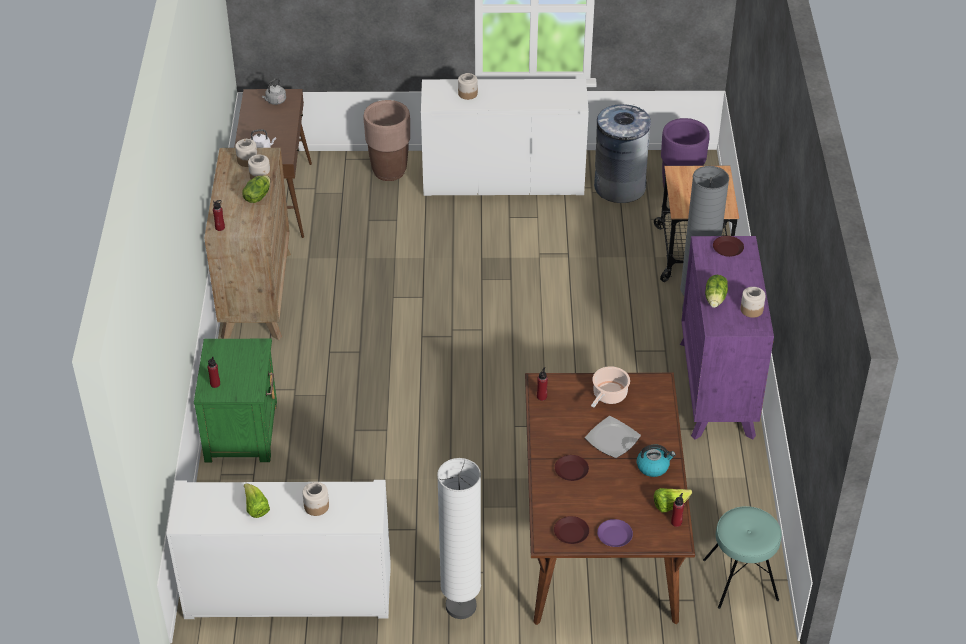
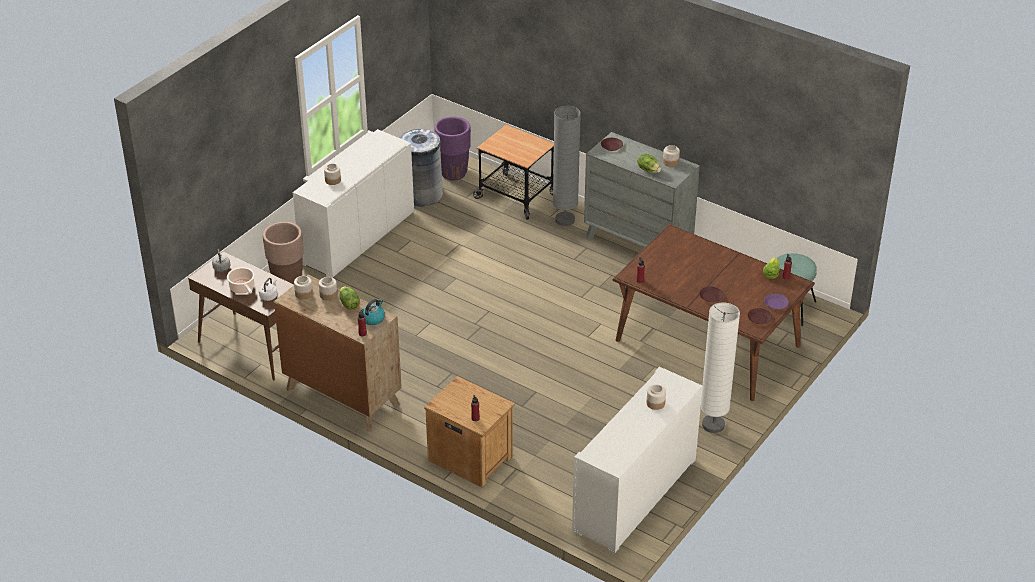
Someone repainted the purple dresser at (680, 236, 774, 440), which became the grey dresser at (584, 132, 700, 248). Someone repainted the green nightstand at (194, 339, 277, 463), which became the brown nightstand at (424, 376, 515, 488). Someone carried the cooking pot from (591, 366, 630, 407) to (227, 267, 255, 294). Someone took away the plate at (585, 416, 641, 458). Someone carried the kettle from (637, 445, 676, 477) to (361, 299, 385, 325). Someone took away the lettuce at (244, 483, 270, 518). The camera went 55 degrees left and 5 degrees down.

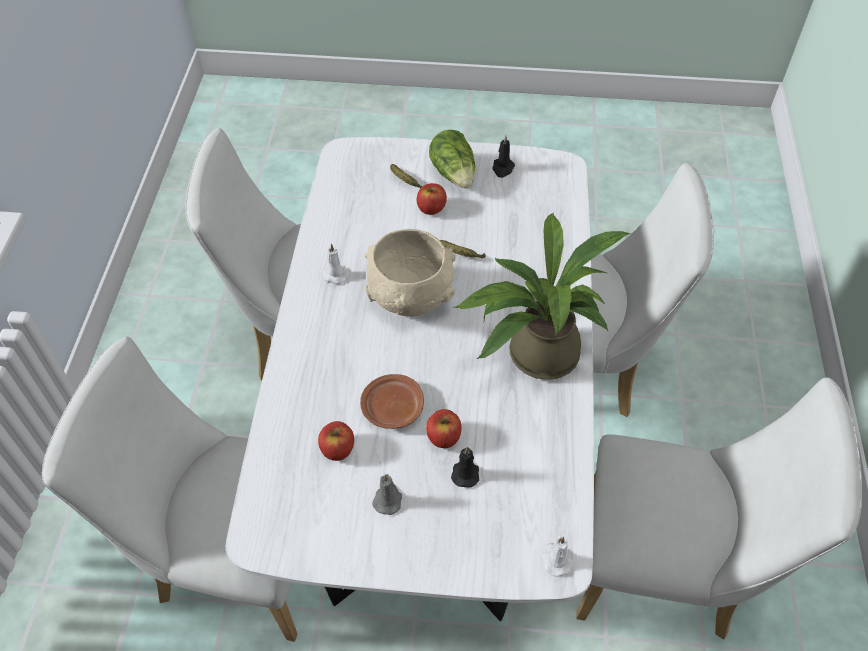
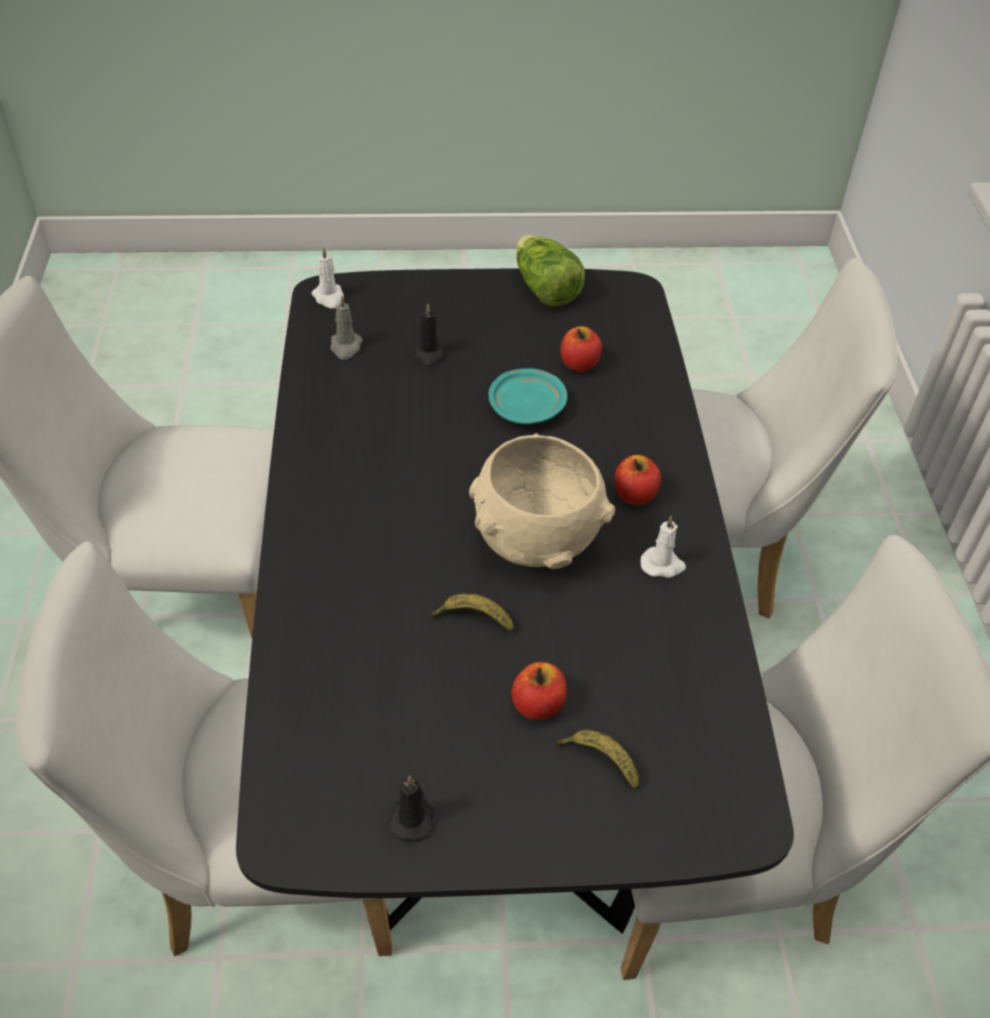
Someone carried the lettuce from (429, 129, 475, 189) to (516, 235, 585, 306). Someone repainted the white dining table at (226, 137, 594, 622), which became the black dining table at (236, 268, 794, 936). Someone took away the potted plant at (454, 213, 630, 380). Someone repainted the brown plate at (360, 374, 424, 429), which became the turquoise plate at (488, 368, 567, 424). Someone carried the apple from (426, 409, 462, 448) to (615, 455, 661, 505). Someone carried the grey candle from (372, 474, 402, 515) to (331, 296, 363, 360). The camera went 170 degrees right and 5 degrees down.

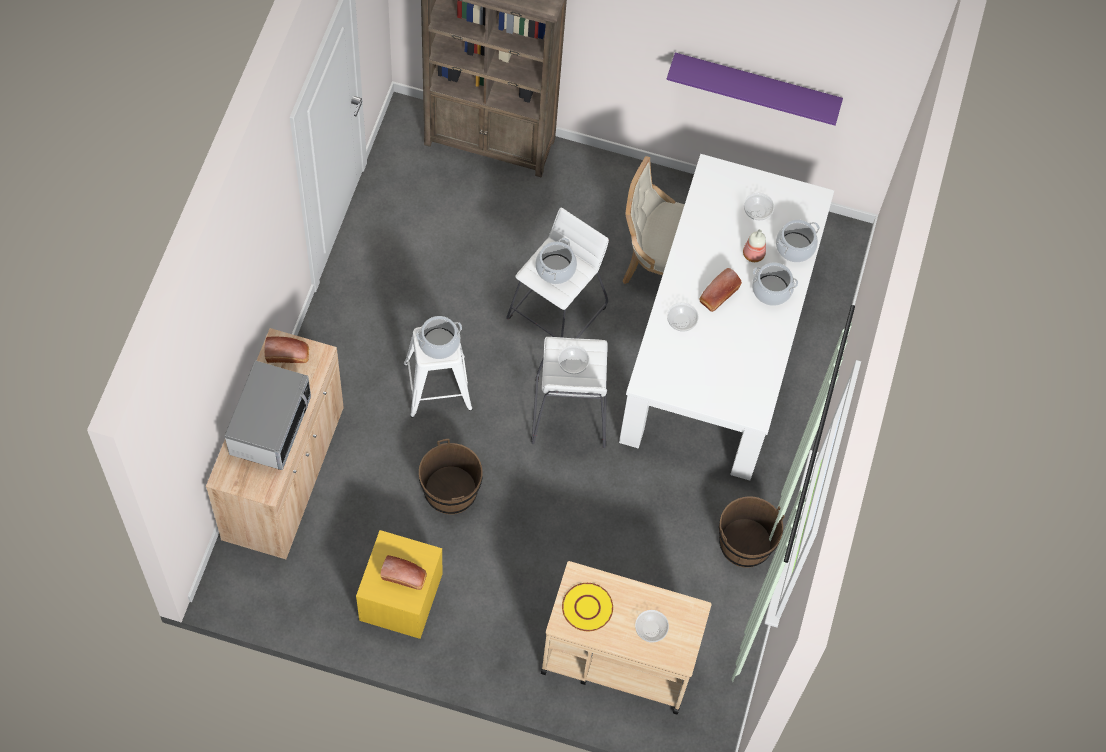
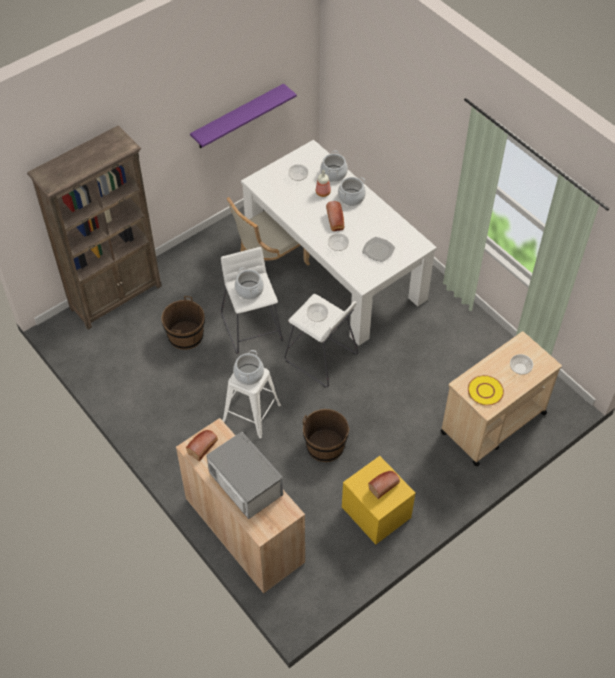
Someone carried the brown bucket from (719, 496, 785, 568) to (161, 296, 205, 350). Someone put down the plate at (362, 237, 395, 262). The camera went 50 degrees left and 10 degrees down.

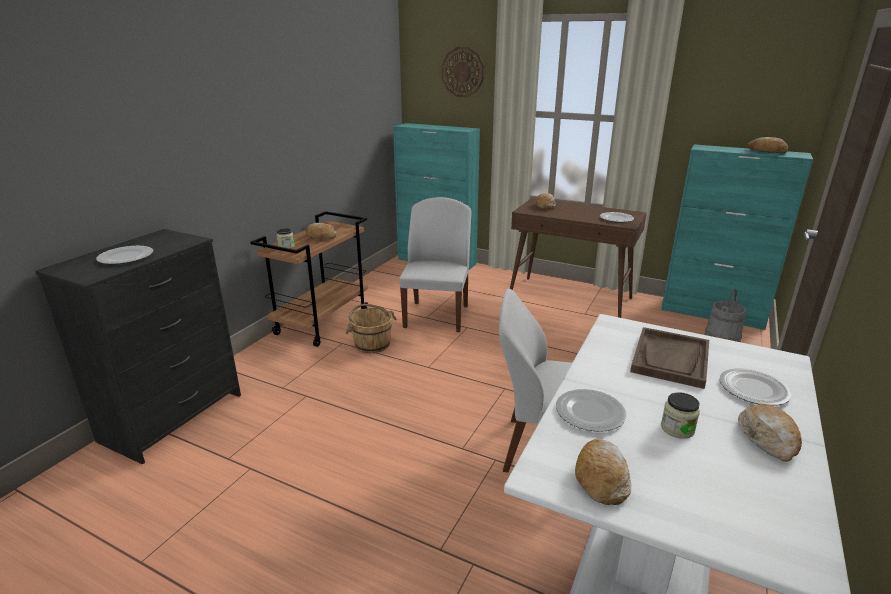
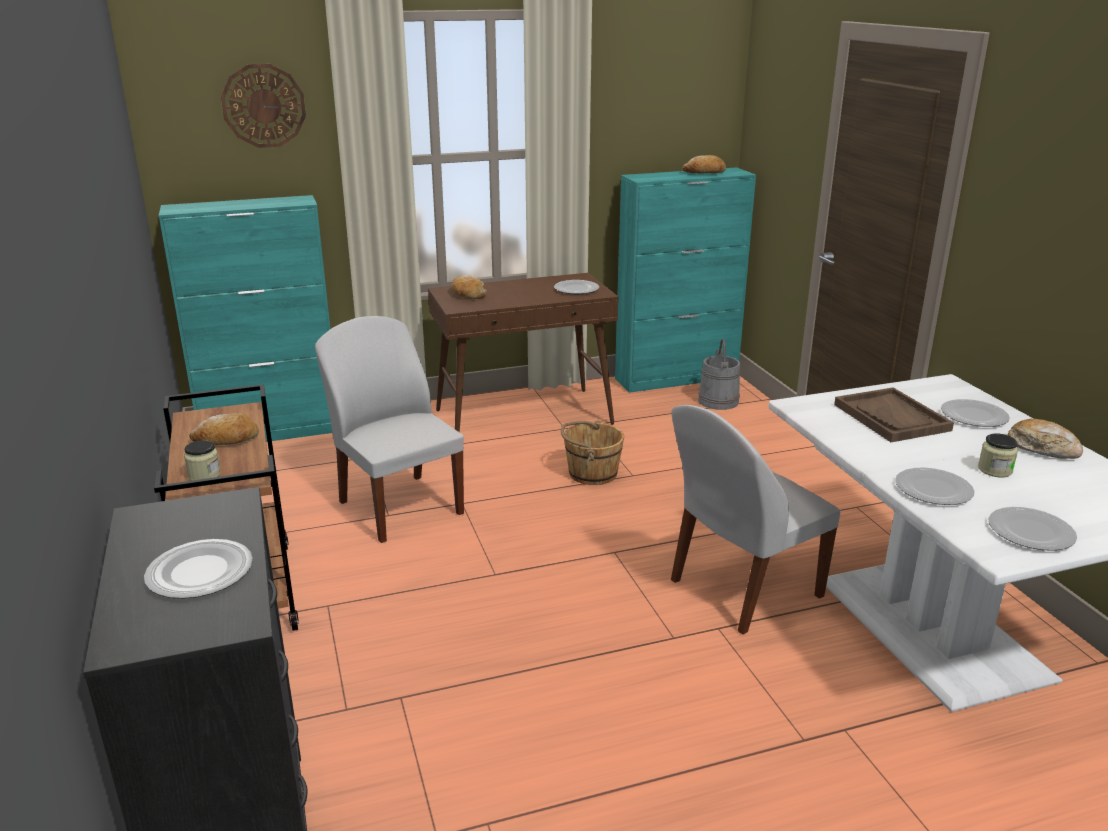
Someone carried the brown bucket from (346, 304, 397, 353) to (561, 420, 624, 485). Someone swapped the bread at (575, 438, 631, 505) for the plate at (988, 507, 1077, 551). The camera went 45 degrees left and 0 degrees up.

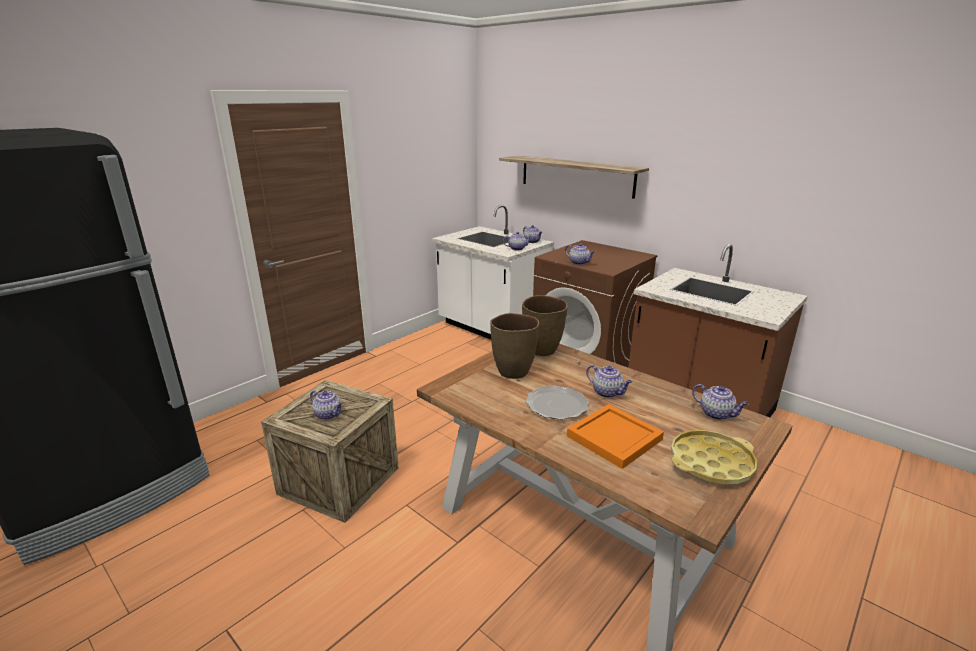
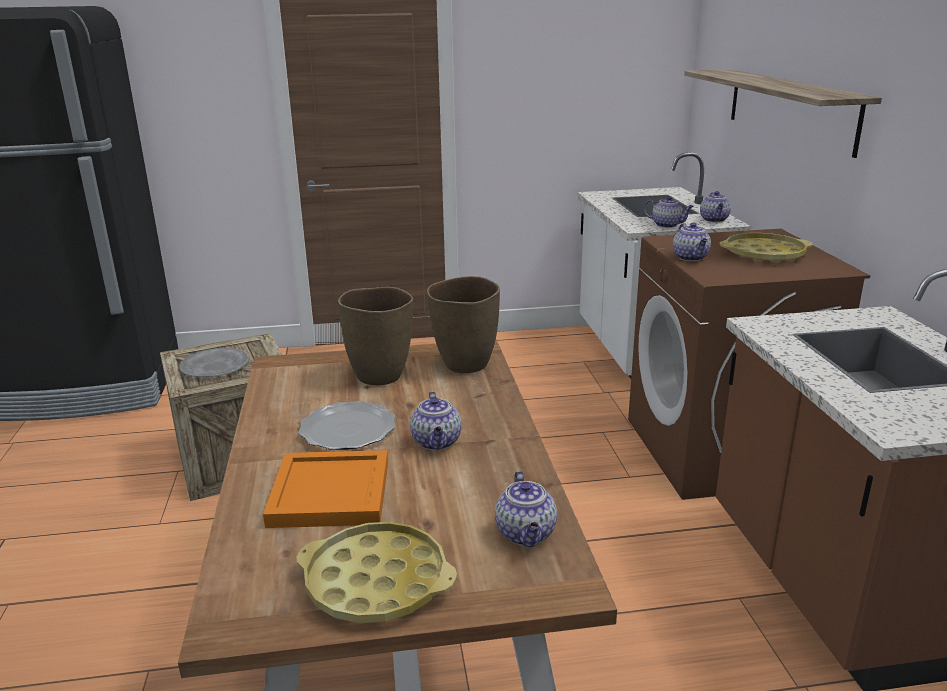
Someone swapped the teapot at (310, 390, 343, 420) for the grey plate at (179, 348, 249, 377). Someone put down the yellow tray at (720, 233, 813, 263). The camera went 40 degrees right and 0 degrees up.

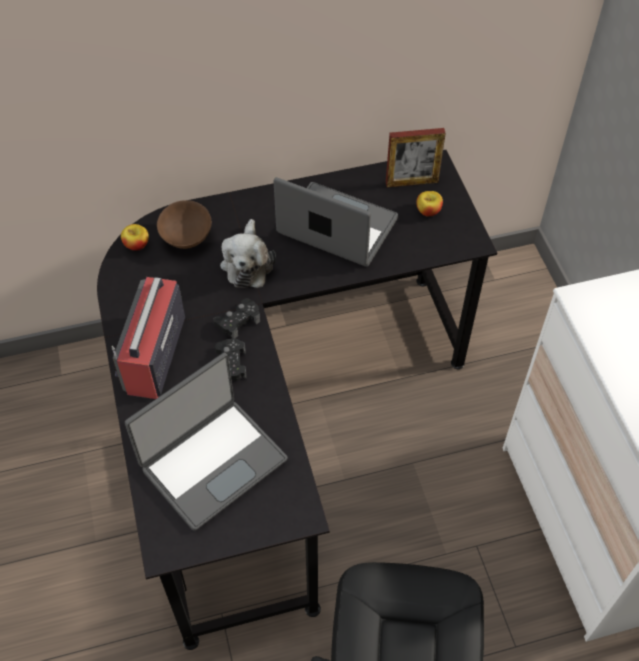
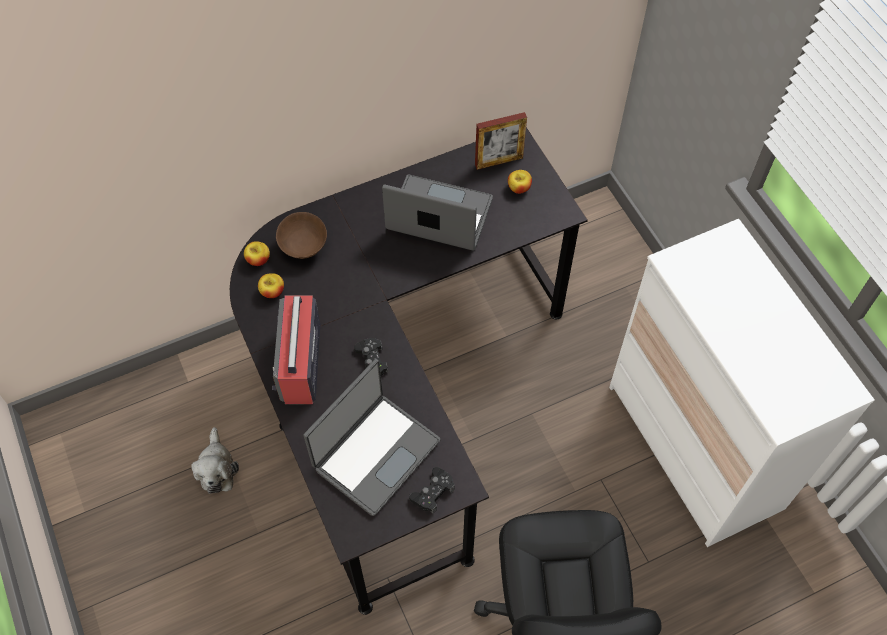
Someone carried the plush toy from (220, 219, 276, 288) to (191, 427, 239, 494). Someone carried the black game controller from (213, 298, 260, 338) to (409, 467, 455, 514). Someone put down the apple at (258, 273, 284, 298). The camera went 10 degrees left and 5 degrees up.

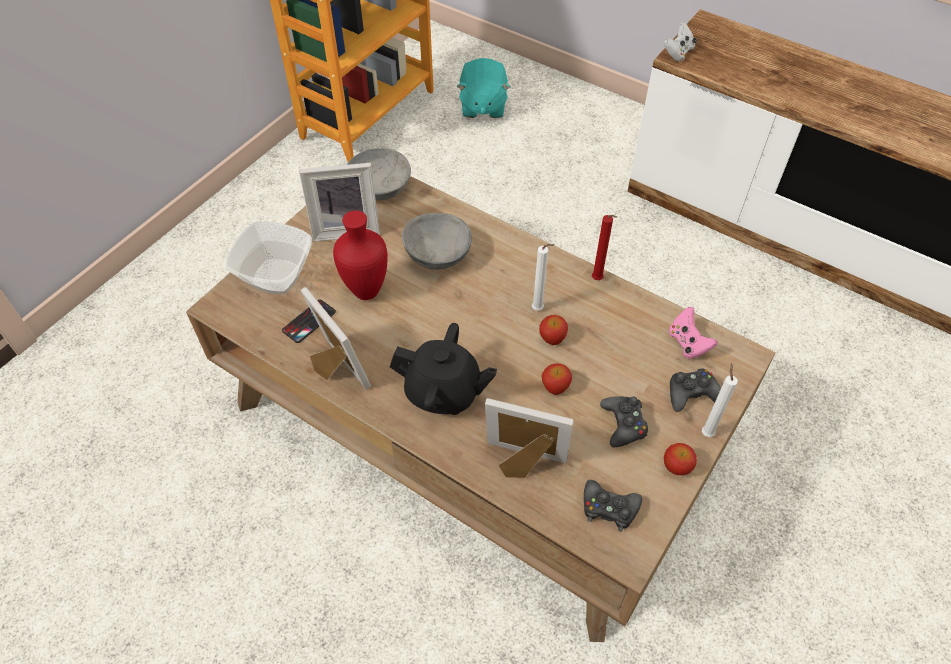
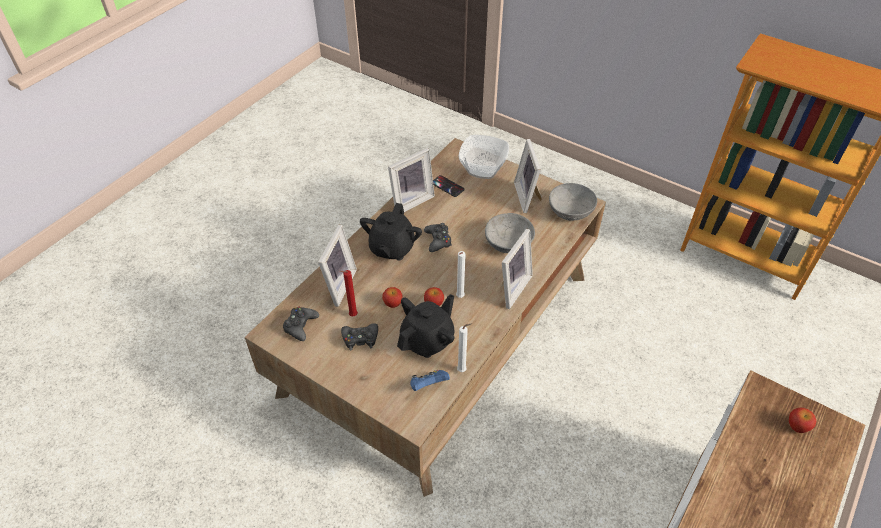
Someone took away the white game controller at (663, 22, 697, 61). Someone took away the turquoise plush toy at (456, 58, 510, 118). Someone took away the red vase at (333, 210, 388, 300). Someone carried the red candle from (592, 215, 617, 280) to (340, 270, 358, 316). Someone repainted the pink game controller at (669, 307, 717, 359), which became the blue game controller at (410, 370, 450, 391). Someone carried the white candle from (702, 363, 738, 437) to (457, 323, 472, 372). Someone carried the black game controller from (670, 369, 721, 412) to (424, 223, 452, 252). Someone carried the apple from (664, 443, 697, 475) to (789, 407, 816, 433). Someone put down the picture frame at (502, 228, 533, 309). Someone put down the black teapot at (397, 294, 455, 358). The camera went 90 degrees right and 5 degrees down.

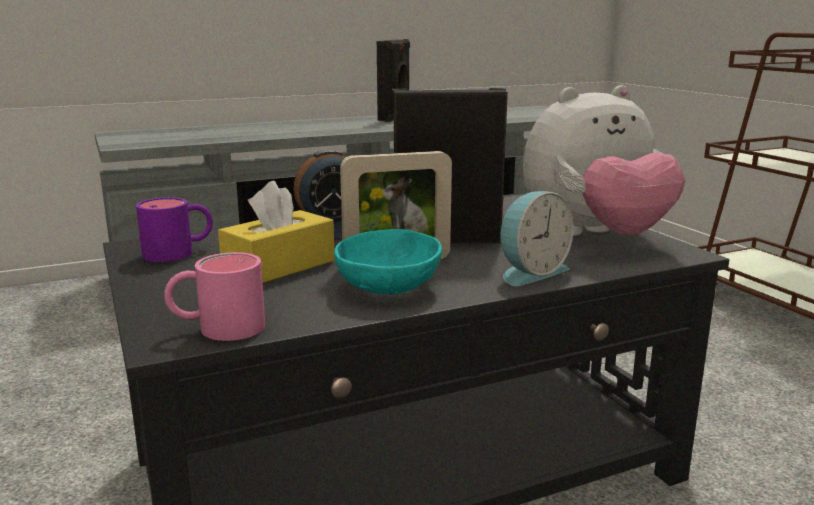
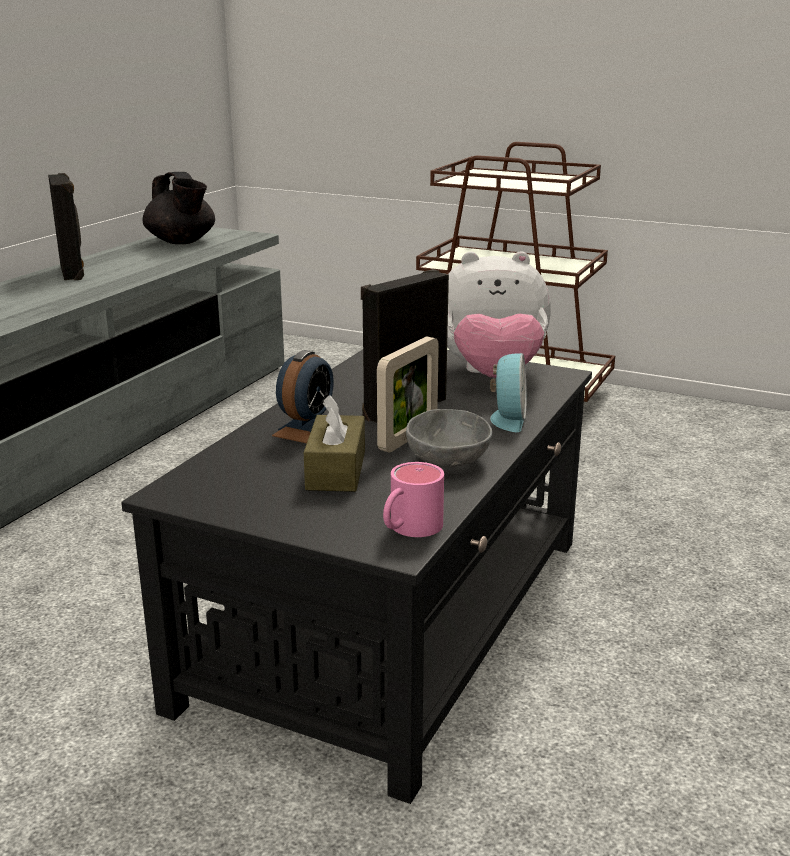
Someone rotated the plush toy at (523, 85, 686, 236) by 60 degrees clockwise. Someone repainted the yellow tissue box at (218, 181, 335, 283), which became the brown tissue box at (304, 395, 365, 492). Someone took away the purple mug at (136, 197, 213, 262). Someone repainted the turquoise bowl at (334, 229, 442, 294), which became the grey bowl at (406, 409, 492, 467). Someone put down the black teapot at (142, 172, 215, 244). The camera went 40 degrees left and 5 degrees up.

